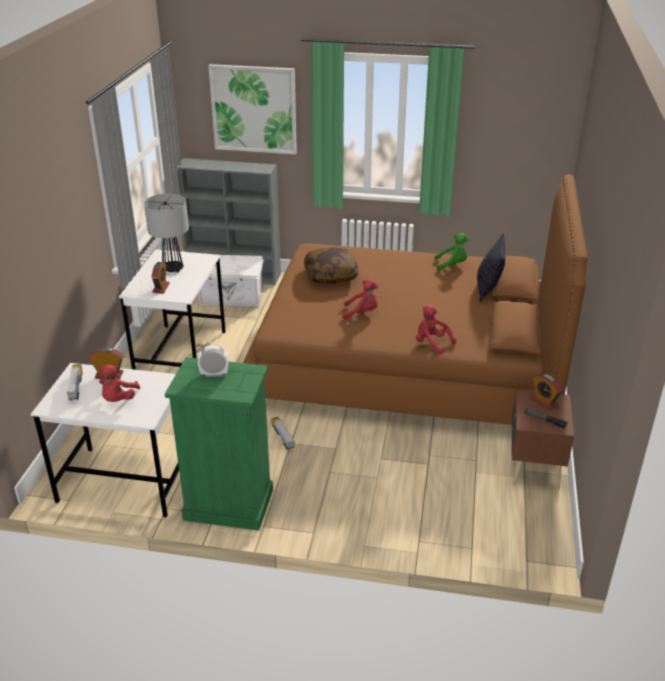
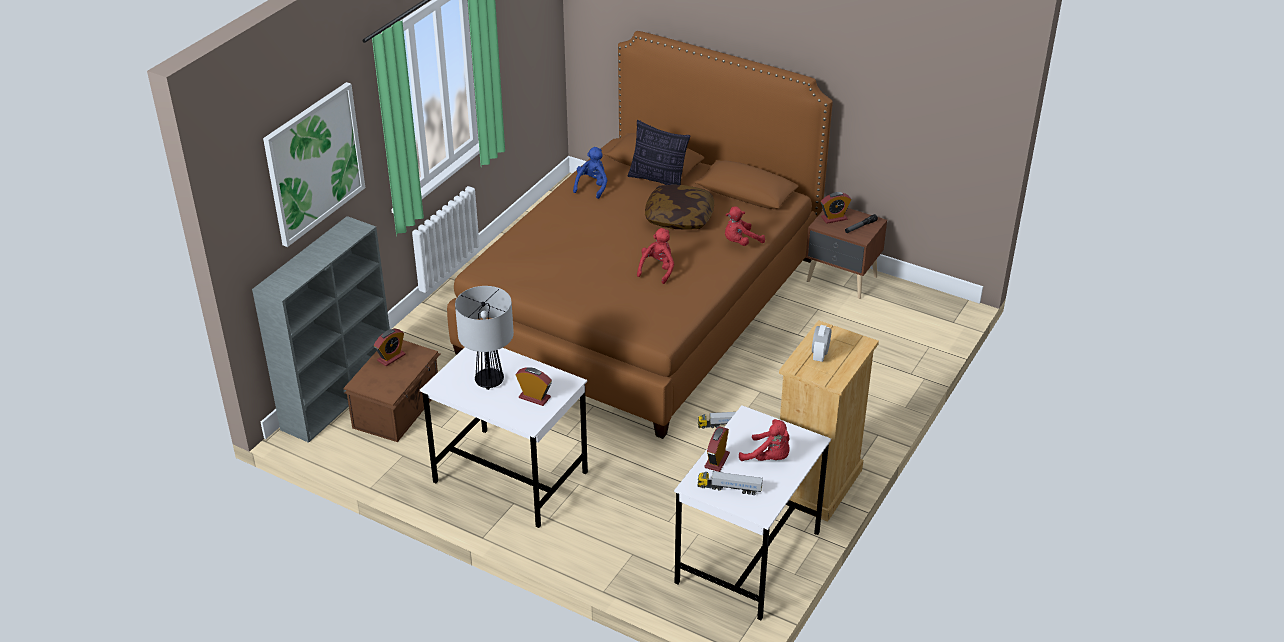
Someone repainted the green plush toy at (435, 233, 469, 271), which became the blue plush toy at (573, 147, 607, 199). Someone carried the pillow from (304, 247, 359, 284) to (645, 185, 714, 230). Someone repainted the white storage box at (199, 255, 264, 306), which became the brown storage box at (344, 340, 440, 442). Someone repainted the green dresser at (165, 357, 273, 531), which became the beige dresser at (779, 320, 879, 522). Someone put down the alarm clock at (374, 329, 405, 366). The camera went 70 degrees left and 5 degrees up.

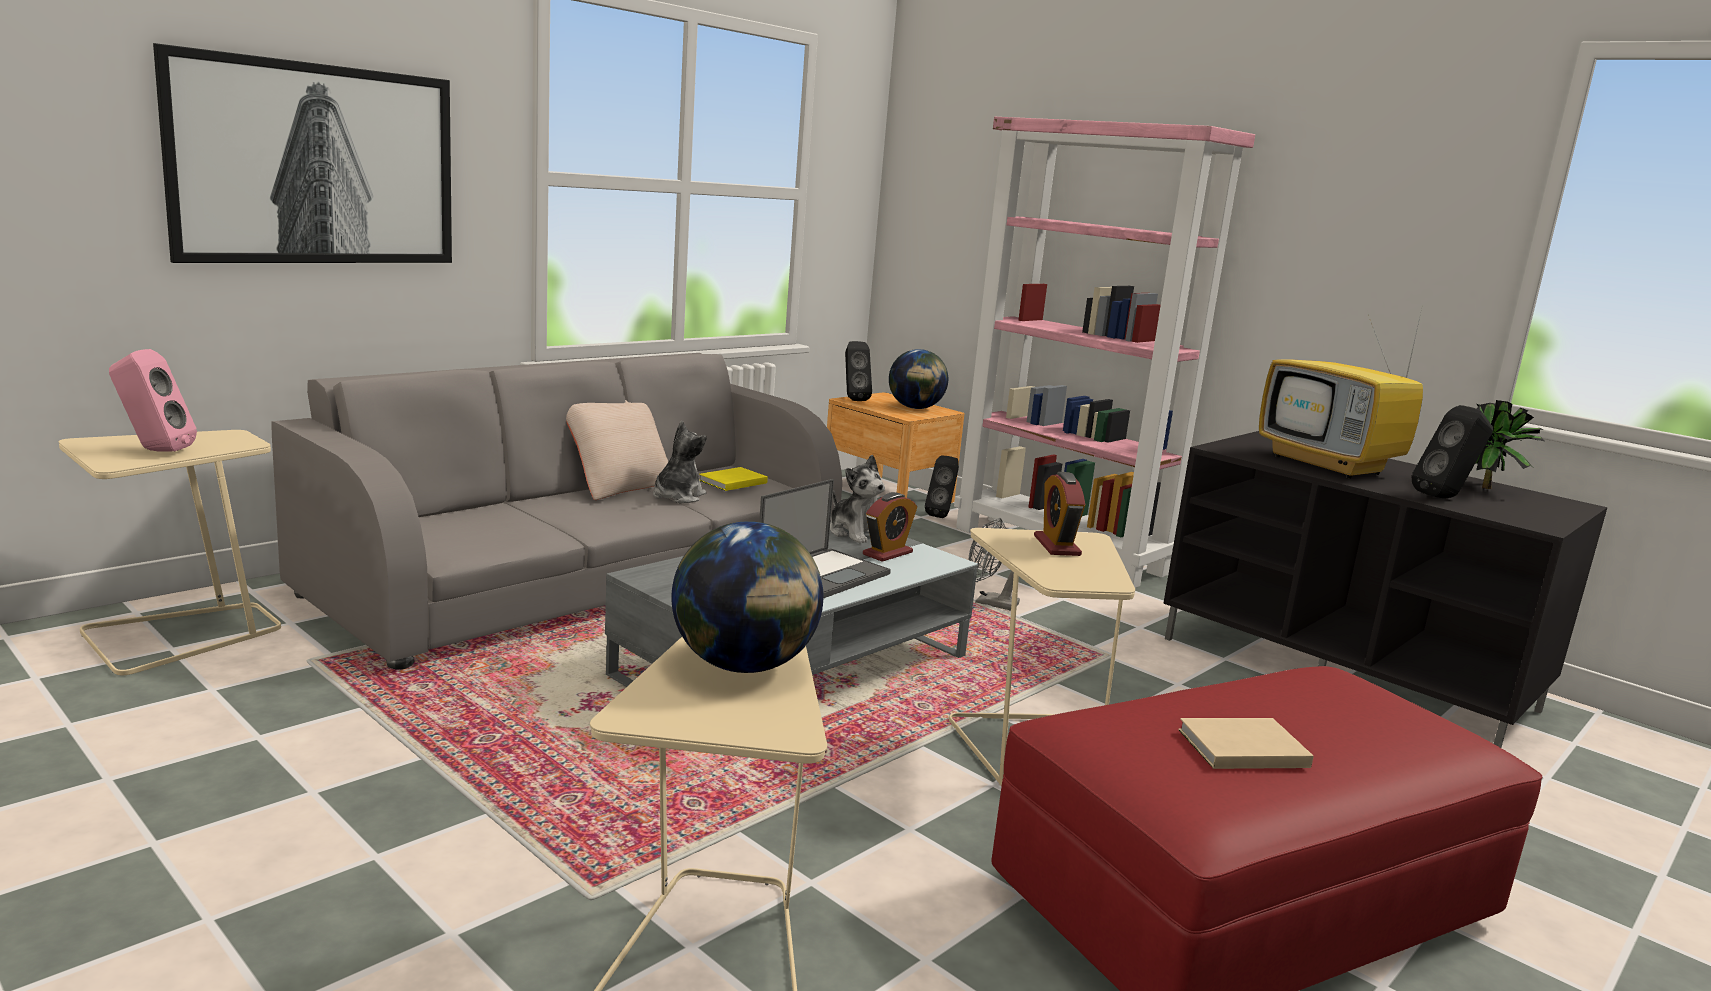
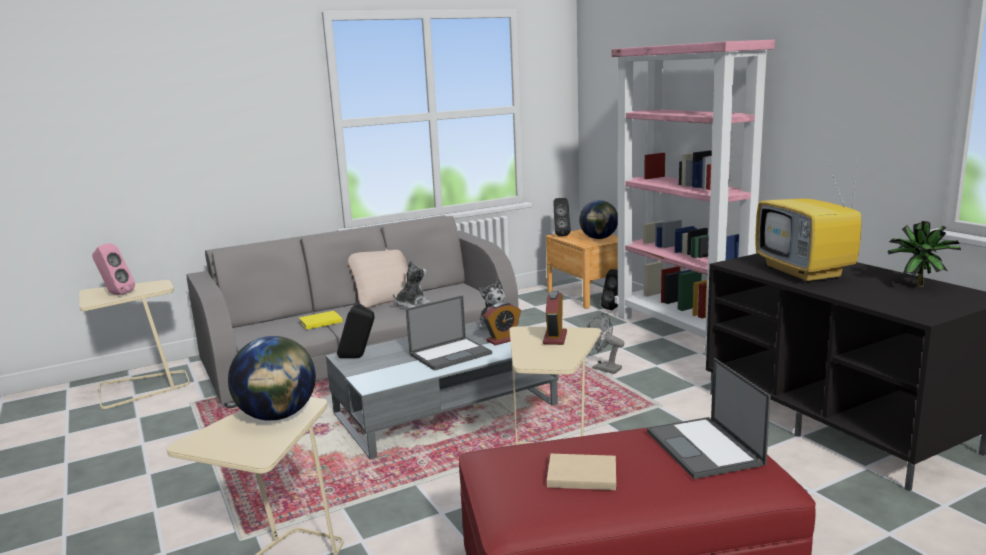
Someone took away the picture at (153, 43, 452, 263). Someone carried the black speaker from (1411, 405, 1493, 498) to (337, 302, 374, 358). Someone carried the yellow book from (699, 467, 768, 491) to (299, 311, 343, 330). Someone put down the laptop at (647, 358, 771, 479). The camera went 20 degrees right and 0 degrees up.

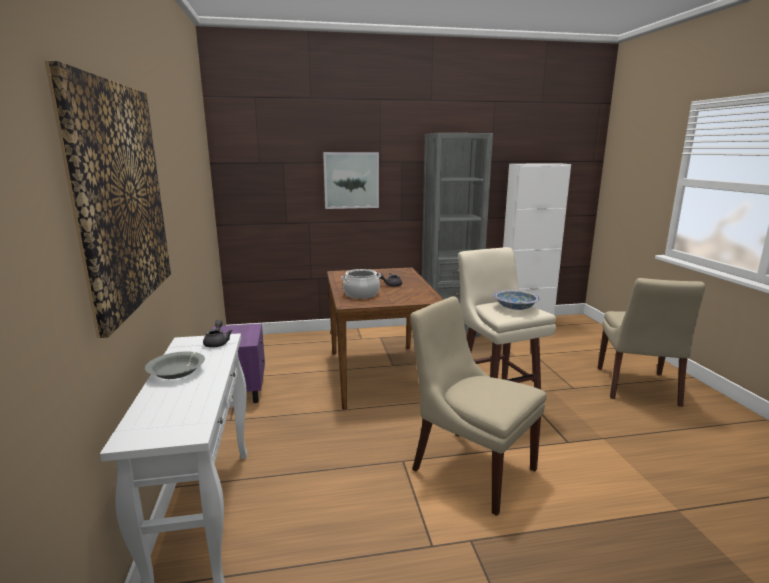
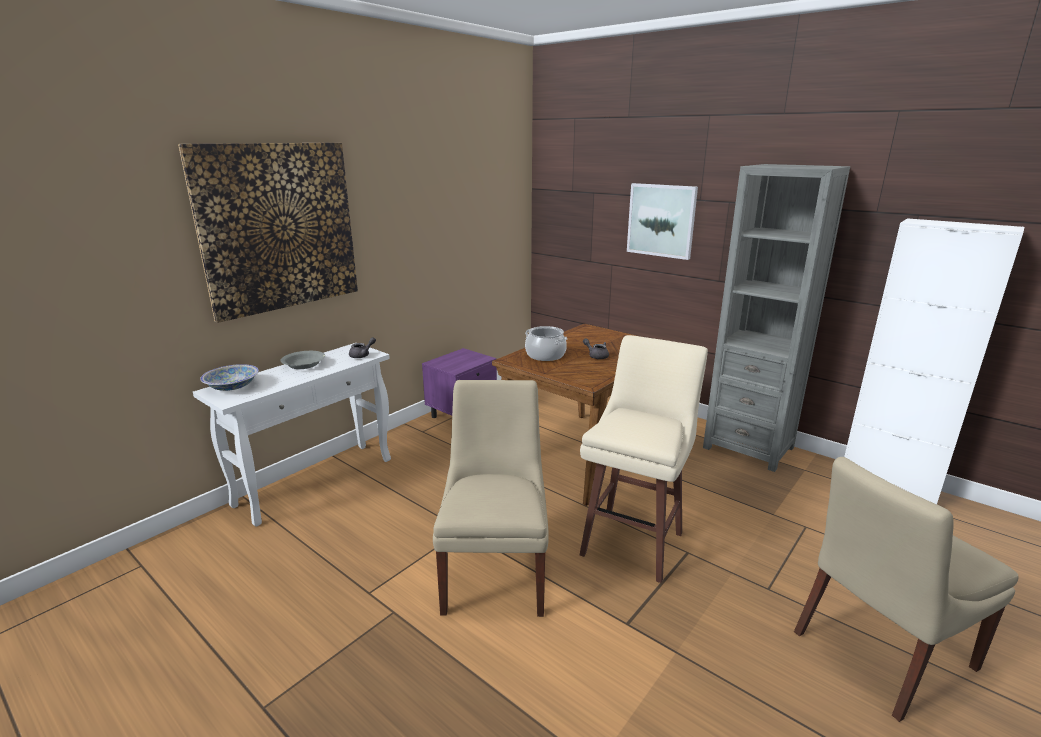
Someone carried the bowl from (494, 290, 540, 310) to (200, 364, 259, 391). The camera went 50 degrees right and 5 degrees up.

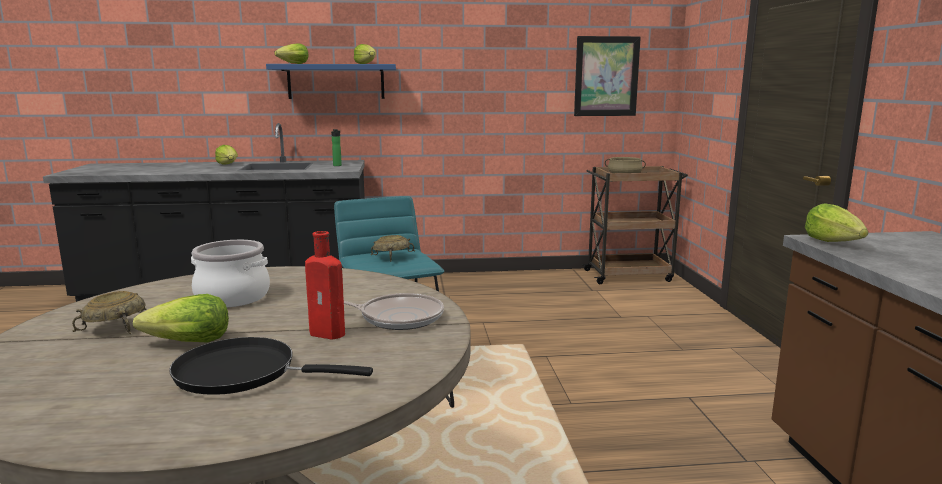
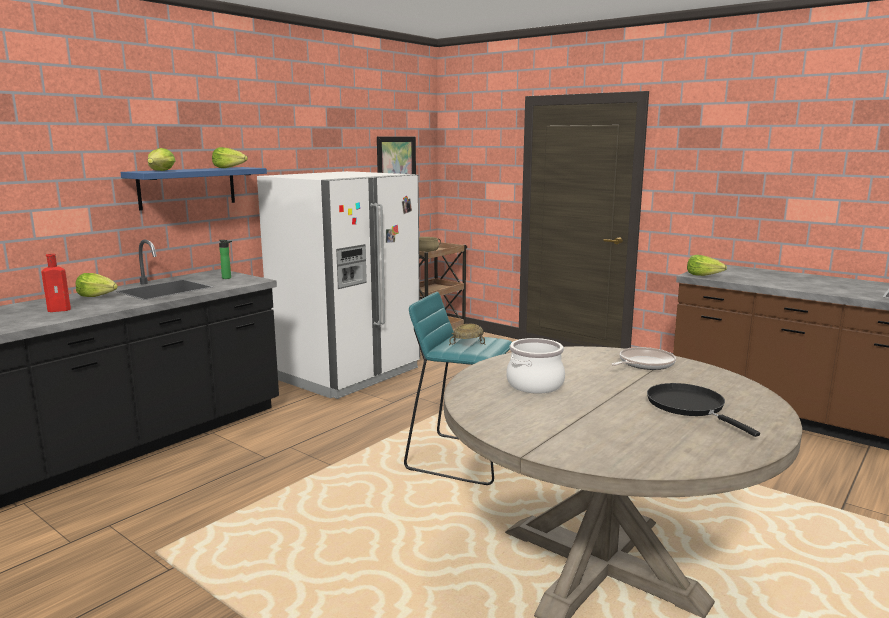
Someone carried the red bottle from (305, 231, 345, 339) to (42, 254, 71, 312). Someone took away the beige bowl at (72, 291, 147, 334). Someone took away the lettuce at (133, 294, 229, 343). Someone rotated the black frying pan at (169, 337, 373, 395) by 105 degrees clockwise. Someone put down the white fridge at (257, 171, 420, 399). The camera went 45 degrees left and 0 degrees up.

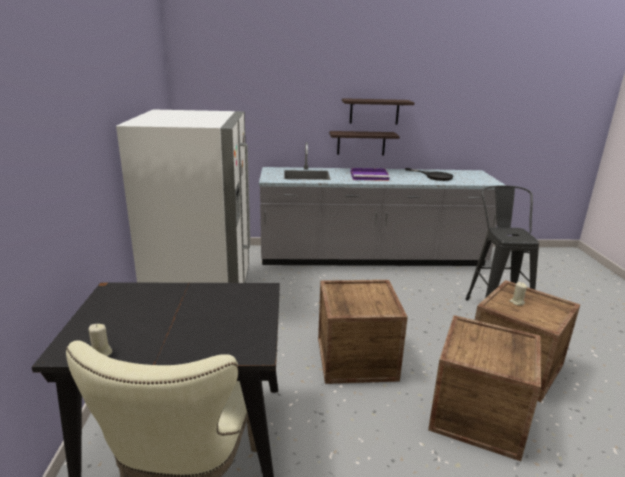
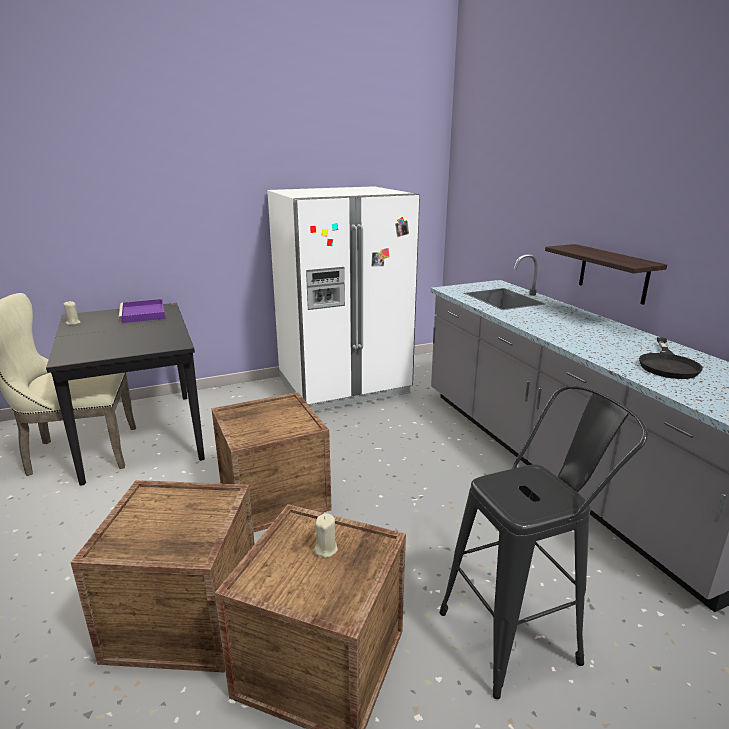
Someone took away the shelf at (342, 98, 414, 124). Someone carried the purple tray from (351, 168, 389, 181) to (119, 299, 166, 323). The camera went 70 degrees right and 0 degrees up.

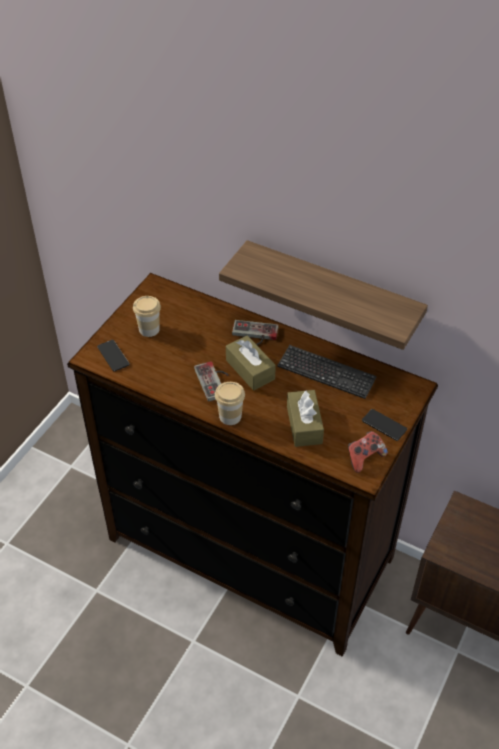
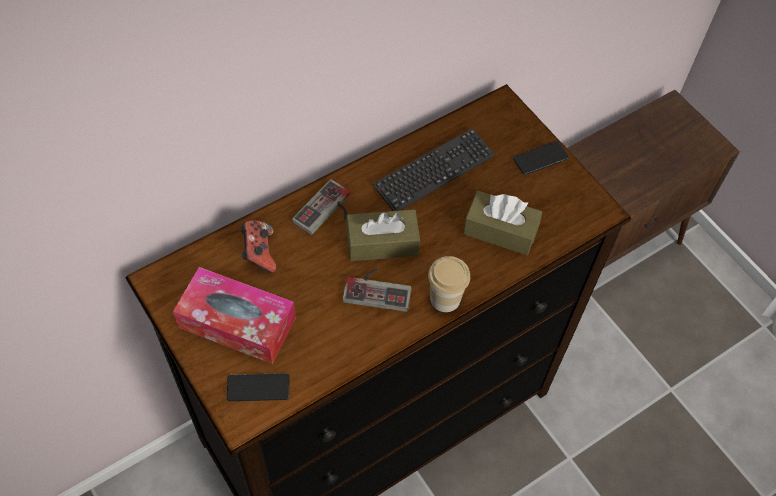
Someone took away the shelf at (219, 240, 428, 350). Someone swapped the cup at (133, 296, 161, 337) for the tissue box at (173, 267, 296, 364). Someone carried the game controller from (348, 431, 388, 473) to (240, 220, 276, 273). The camera went 65 degrees left and 10 degrees up.

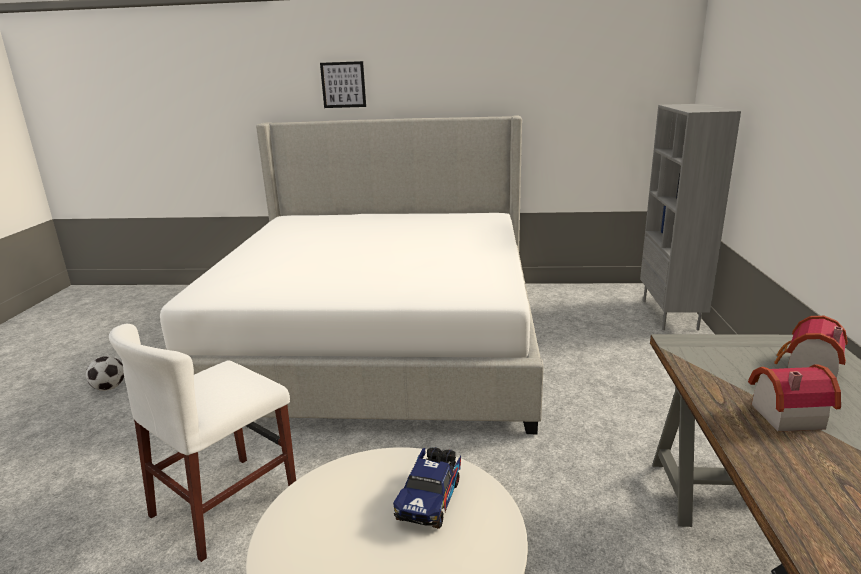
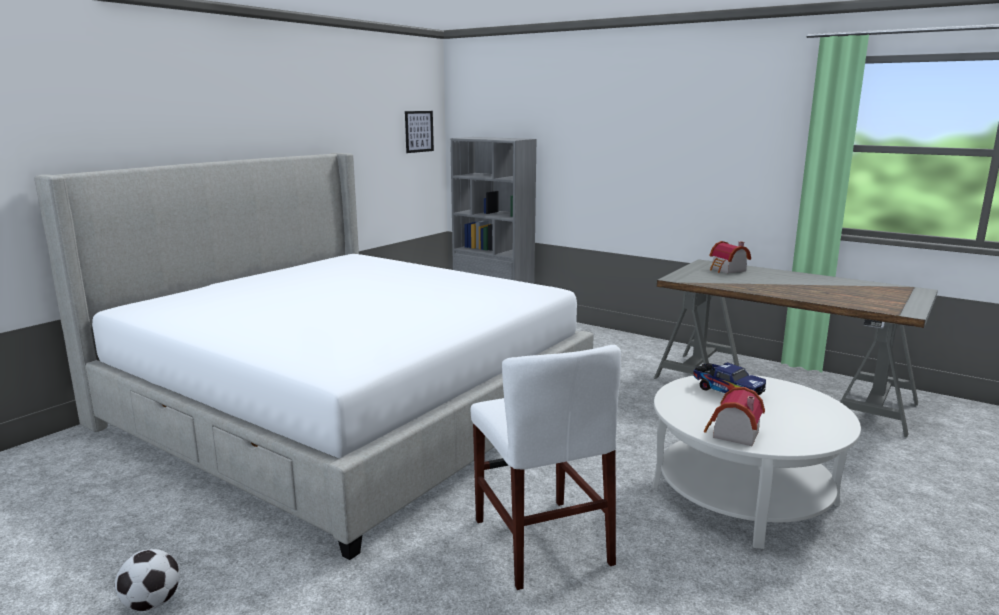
Someone carried the picture from (320, 61, 366, 108) to (405, 111, 434, 153). Someone carried the toy house from (748, 364, 841, 432) to (704, 387, 765, 446). The camera went 60 degrees left and 5 degrees down.

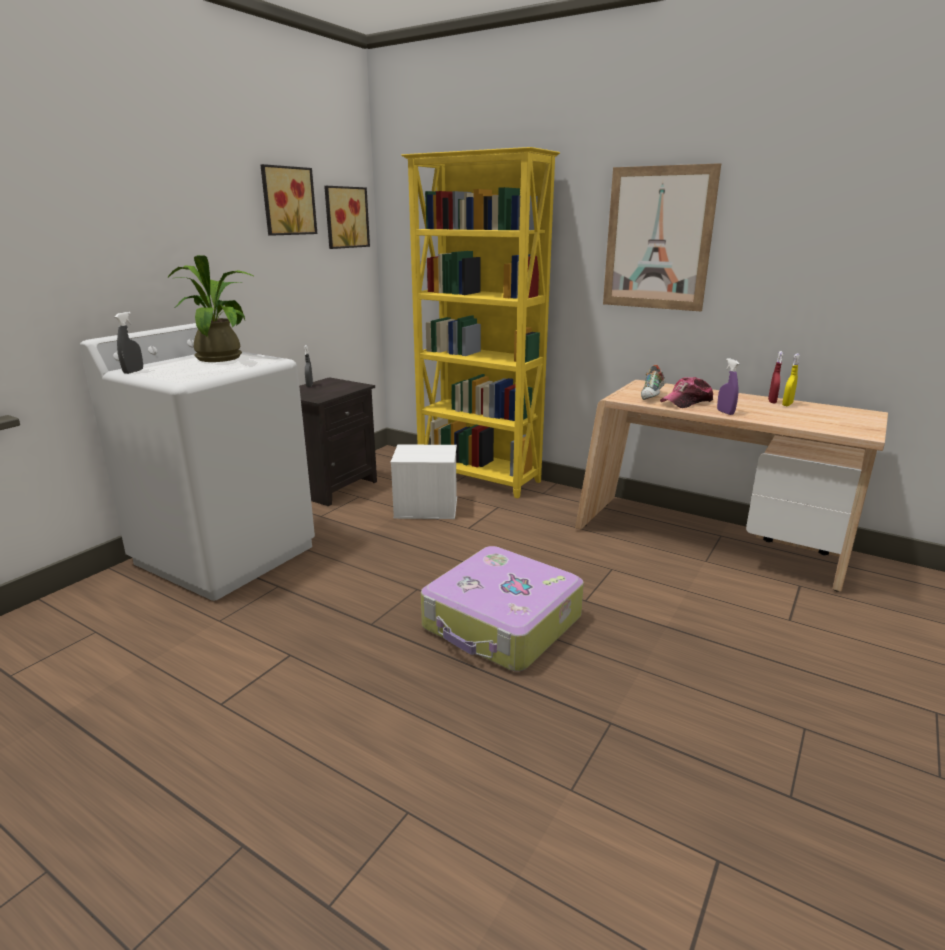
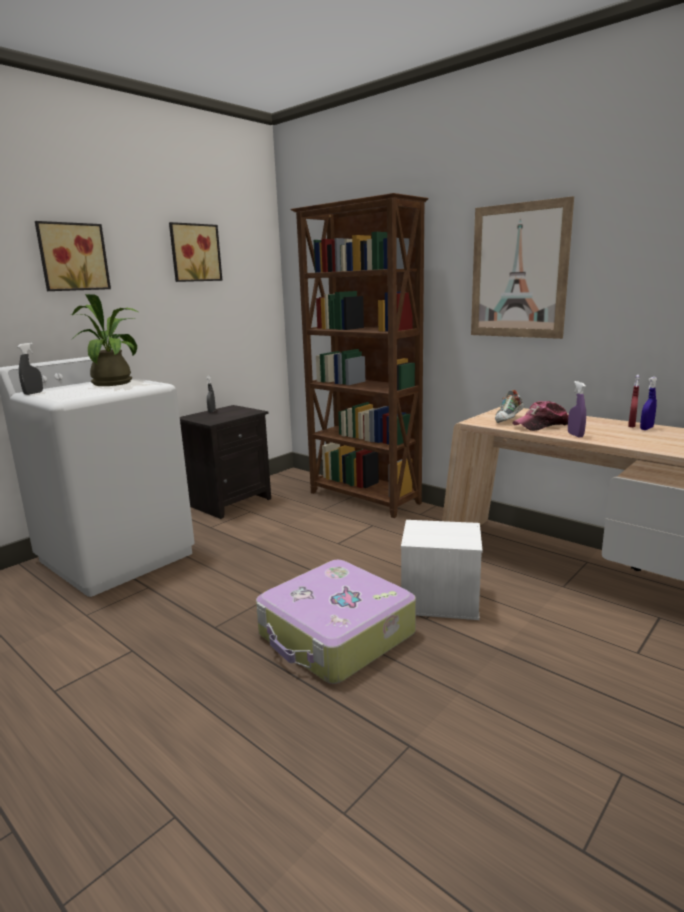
Someone repainted the yellow bookcase at (401, 147, 560, 498), which became the brown bookcase at (290, 193, 429, 518). Someone carried the picture from (324, 186, 370, 249) to (35, 221, 111, 291). Someone repainted the yellow spray bottle at (782, 353, 800, 406), which became the blue spray bottle at (640, 377, 657, 430). Someone carried the white storage box from (391, 444, 457, 519) to (401, 520, 483, 620). The camera went 10 degrees right and 5 degrees down.

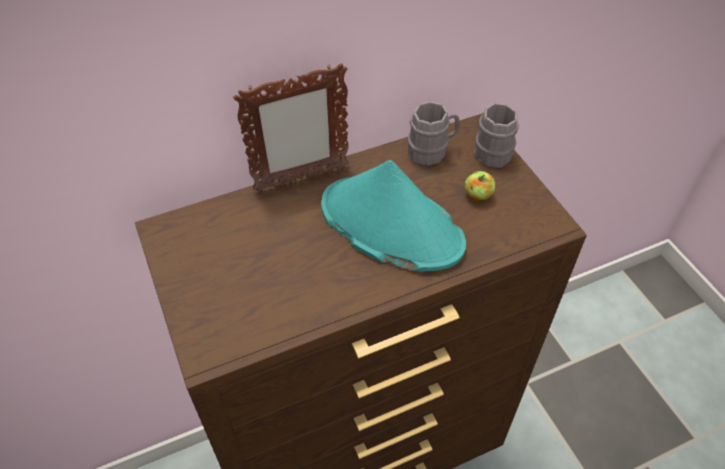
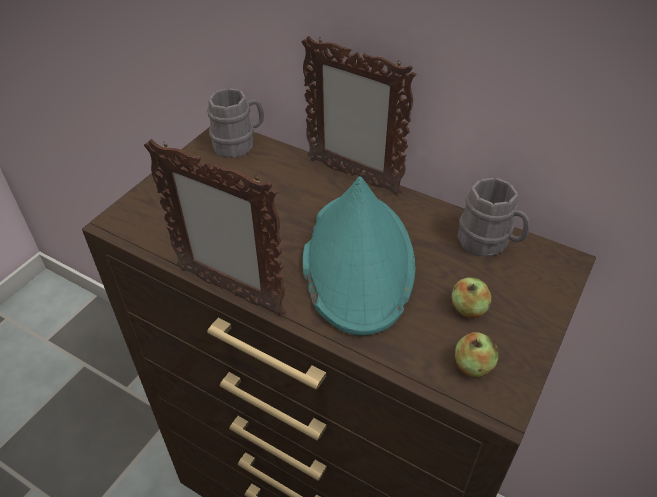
Someone carried the grey mug from (474, 103, 519, 168) to (207, 88, 264, 158). Someone put down the picture frame at (144, 139, 286, 316). Someone put down the apple at (455, 332, 499, 377). The camera went 55 degrees right and 5 degrees down.

